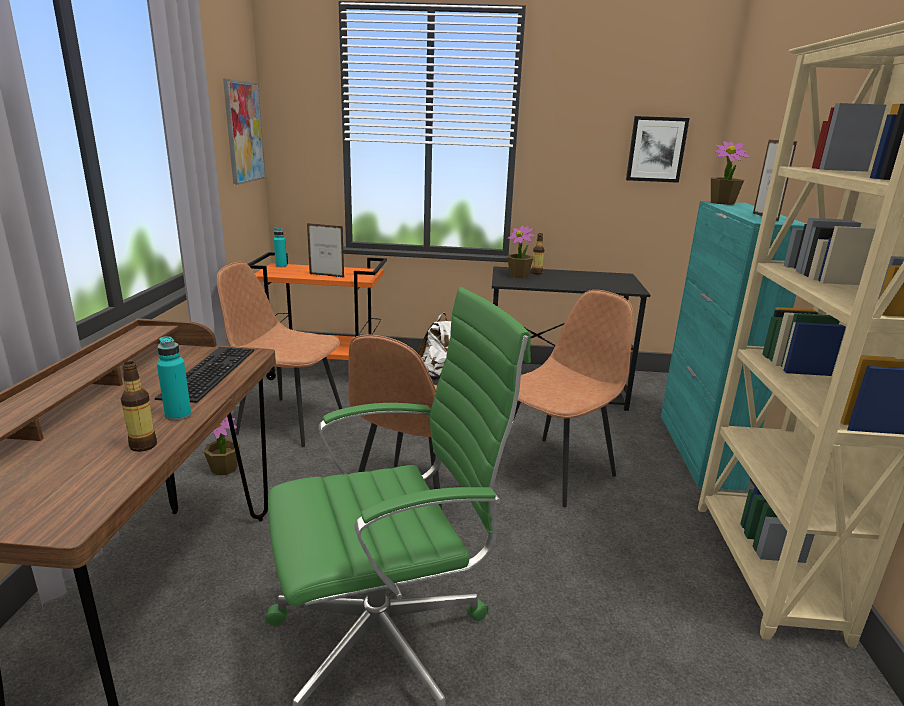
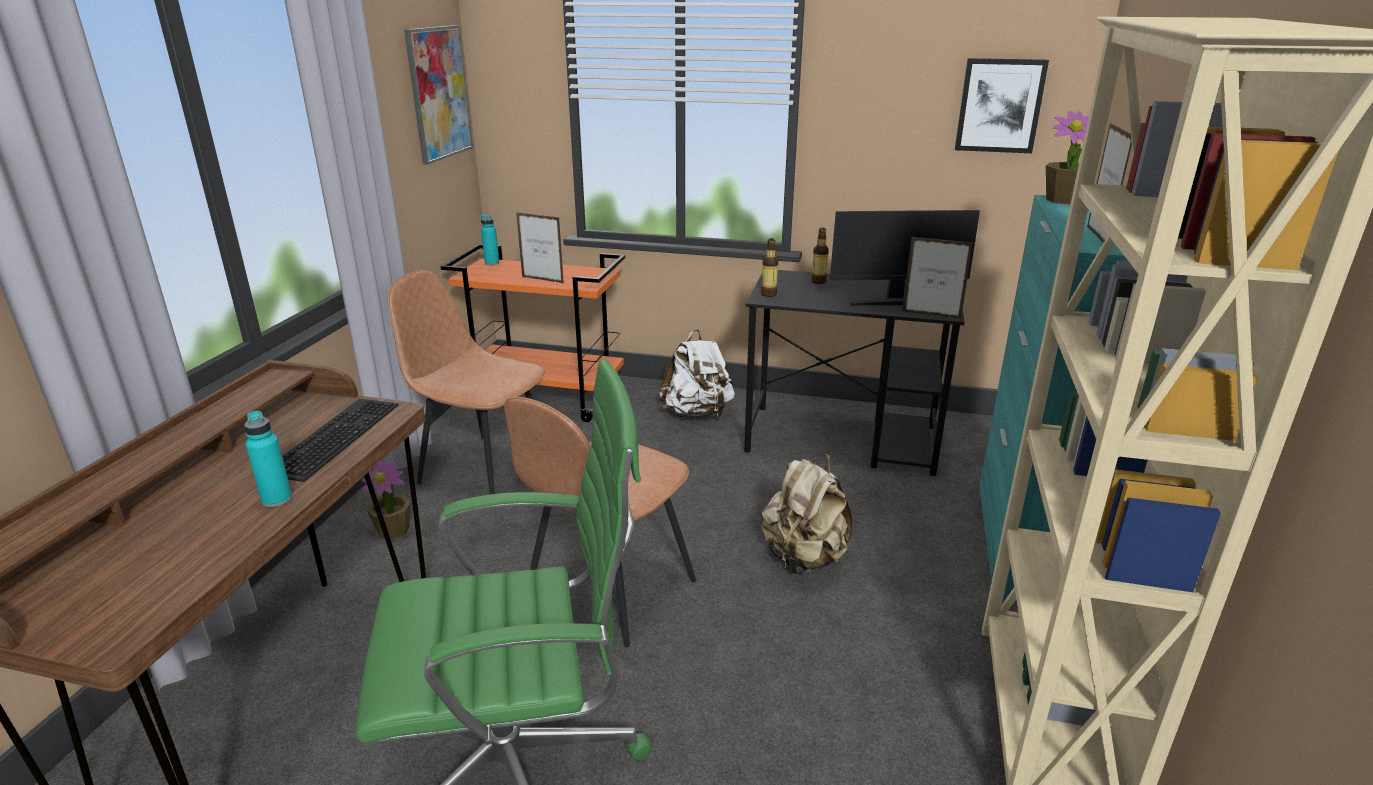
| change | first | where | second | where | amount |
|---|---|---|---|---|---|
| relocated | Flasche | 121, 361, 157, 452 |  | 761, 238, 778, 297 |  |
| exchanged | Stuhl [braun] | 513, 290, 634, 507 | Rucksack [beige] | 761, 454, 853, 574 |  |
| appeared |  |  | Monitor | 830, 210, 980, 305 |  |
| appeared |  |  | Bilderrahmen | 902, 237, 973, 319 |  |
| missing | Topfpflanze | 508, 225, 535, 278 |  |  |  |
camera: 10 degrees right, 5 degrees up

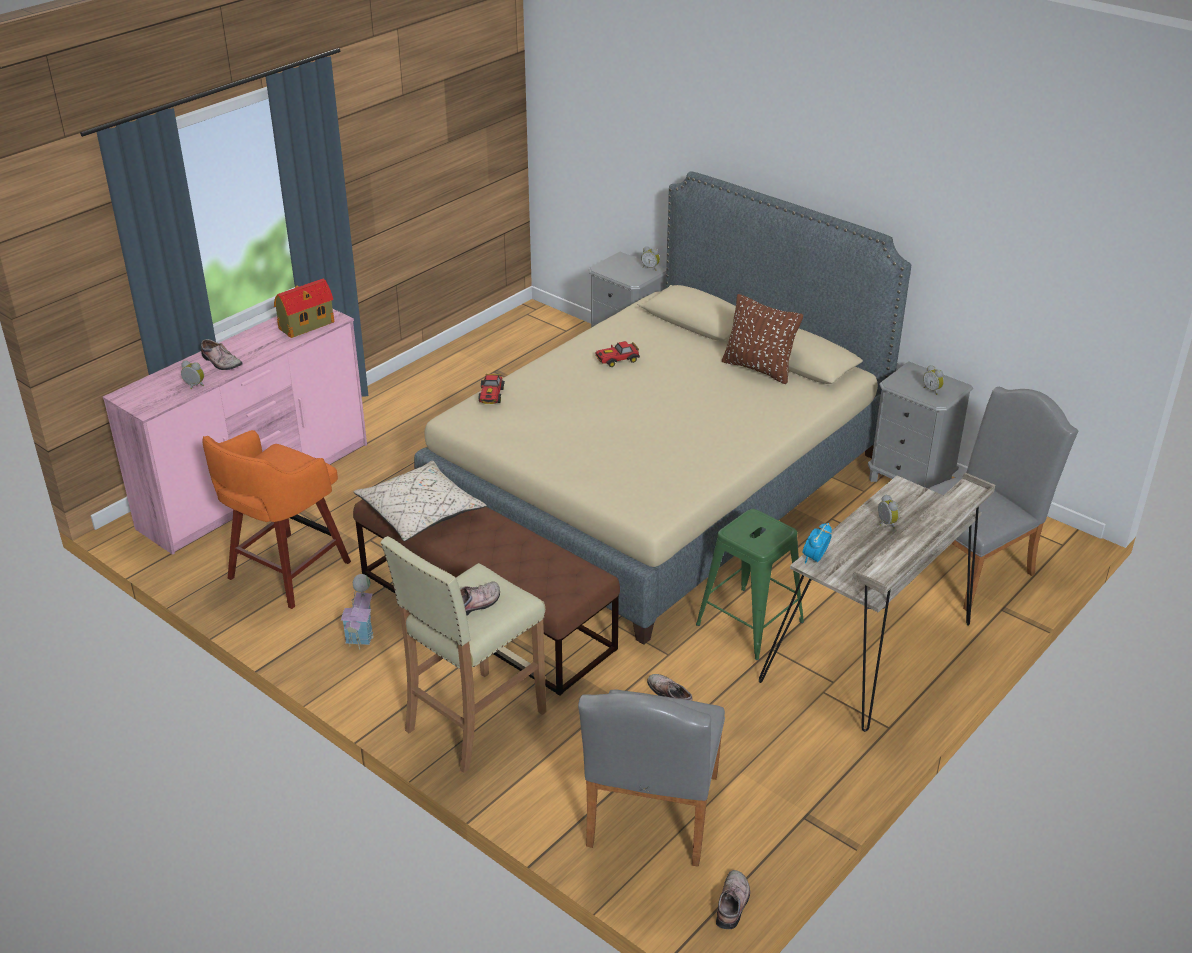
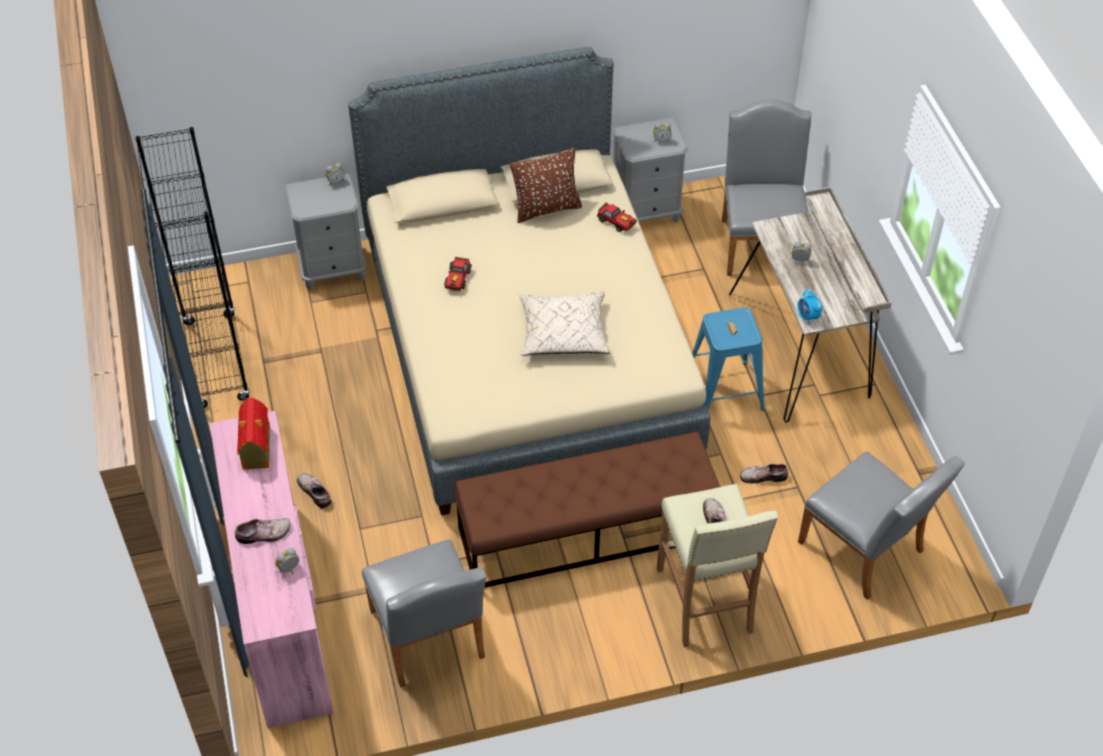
| change | first | where | second | where | amount |
|---|---|---|---|---|---|
| appeared |  |  | Bücherregal [schwarz] | 135, 127, 250, 408 |  |
| relocated | Schuh | 716, 870, 750, 929 |  | 297, 473, 332, 509 |  |
| exchanged | Hocker [orange] | 202, 430, 351, 609 | Stuhl [grau] | 362, 539, 487, 688 |  |
| relocated | Kissen [beige] | 353, 461, 486, 541 |  | 519, 291, 610, 356 |  |
| relocated | Spielzeugauto | 478, 374, 505, 404 |  | 597, 202, 637, 232 |  |
| colour | Hocker [grün] | 696, 509, 804, 660 | Hocker [blau] | 692, 308, 764, 411 |  |
| missing | Spielzeughaus | 341, 574, 374, 649 |  |  |  |
camera: 55 degrees left, 15 degrees up

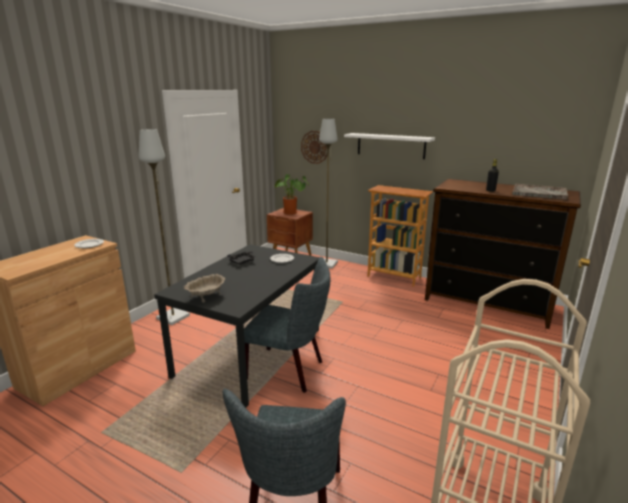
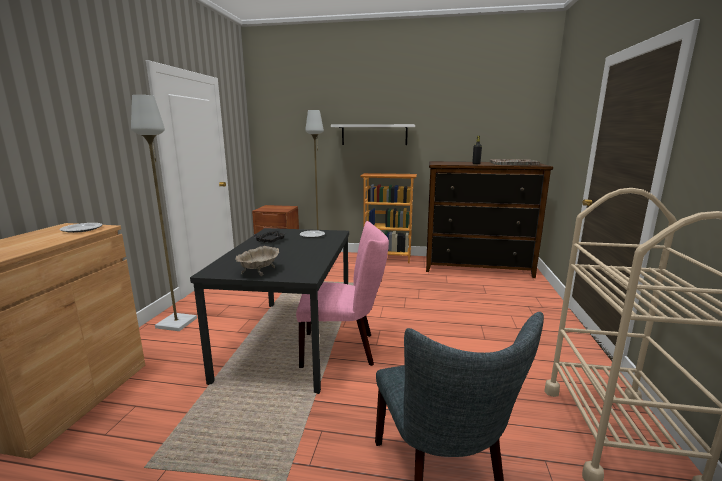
| change | first | where | second | where | amount |
|---|---|---|---|---|---|
| colour | Stuhl [grau] | 244, 257, 330, 393 | Stuhl [rosa] | 296, 221, 389, 368 |  |
| missing | Topfpflanze | 275, 174, 309, 215 |  |  |  |
| missing | Wanduhr | 301, 131, 327, 164 |  |  |  |
camera: 20 degrees left, 5 degrees down

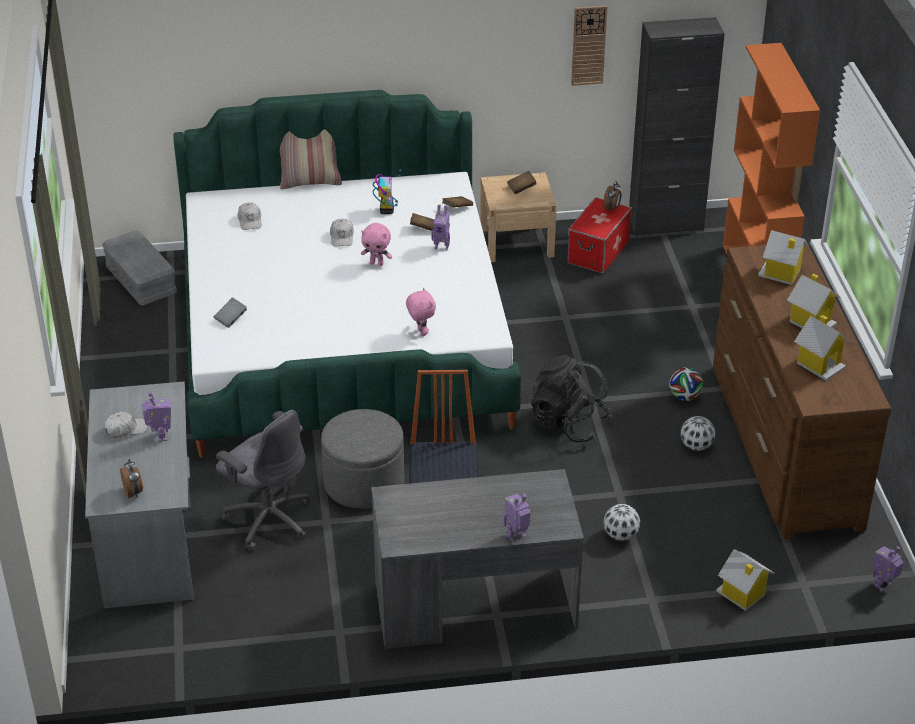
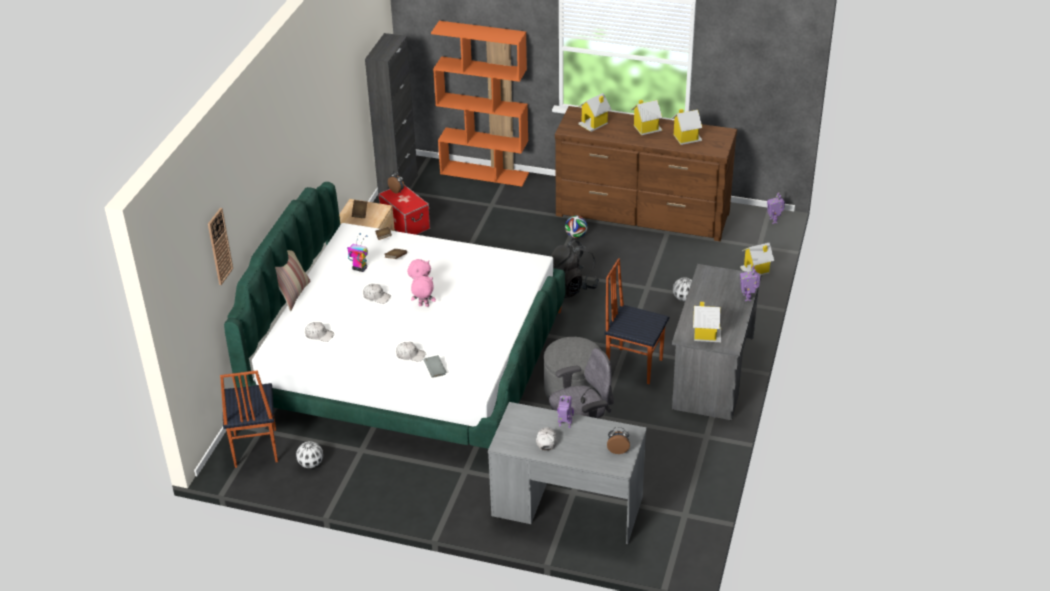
| change | first | where | second | where | amount |
|---|---|---|---|---|---|
| relocated | Wanduhr | 571, 5, 607, 86 |  | 208, 208, 233, 285 |  |
| exchanged | Aufbewahrungsbox [grau] | 102, 231, 177, 305 | Stuhl | 220, 370, 278, 468 |  |
| relocated | Fußball | 680, 416, 715, 451 |  | 296, 441, 323, 468 |  |
| appeared |  |  | Kappe [weiß] | 396, 342, 426, 362 |  |
| relocated | Plüschtier [rosa] | 406, 287, 436, 336 |  | 411, 276, 436, 307 |  |
| appeared |  |  | Spielzeughaus | 693, 302, 721, 342 |  |
| missing | Spielzeugroboter | 431, 204, 450, 251 |  |  |  |
camera: 65 degrees left, 0 degrees up

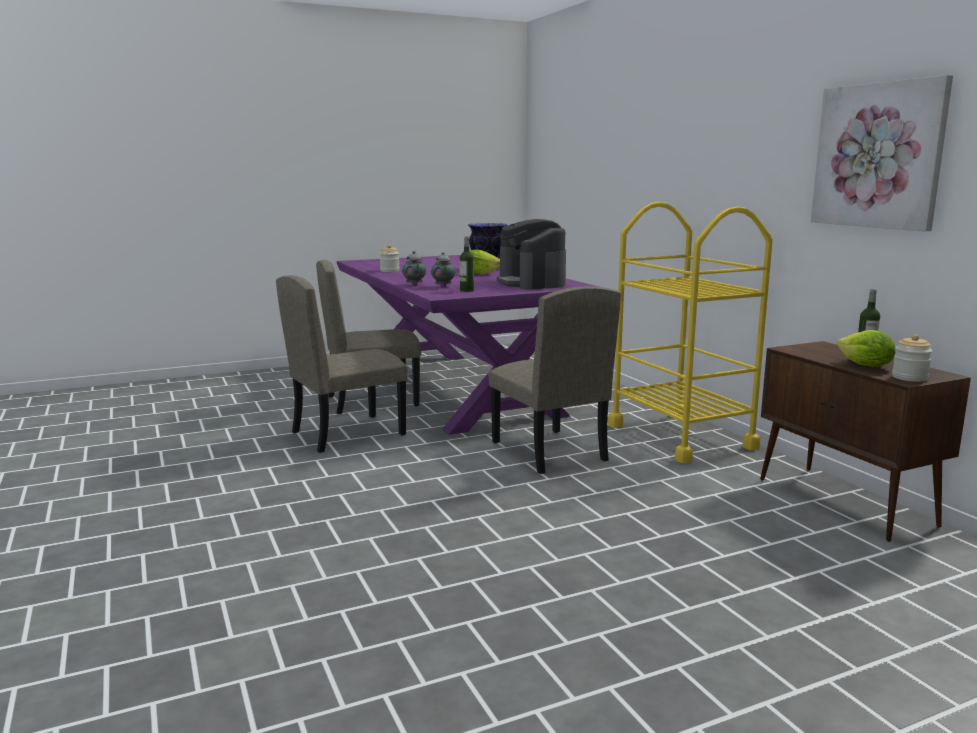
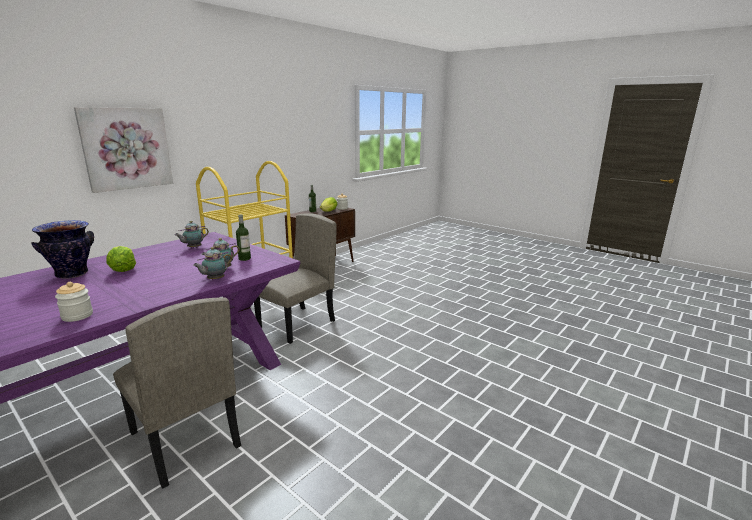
| change | first | where | second | where | amount |
|---|---|---|---|---|---|
| relocated | Bild | 811, 75, 953, 231 |  | 74, 107, 173, 193 |  |
| exchanged | Kaffeemaschine | 497, 219, 566, 289 | Teekanne | 175, 221, 209, 249 |  |
| missing | Stuhl [beige] | 276, 275, 408, 453 |  |  |  |
camera: 115 degrees left, 5 degrees up

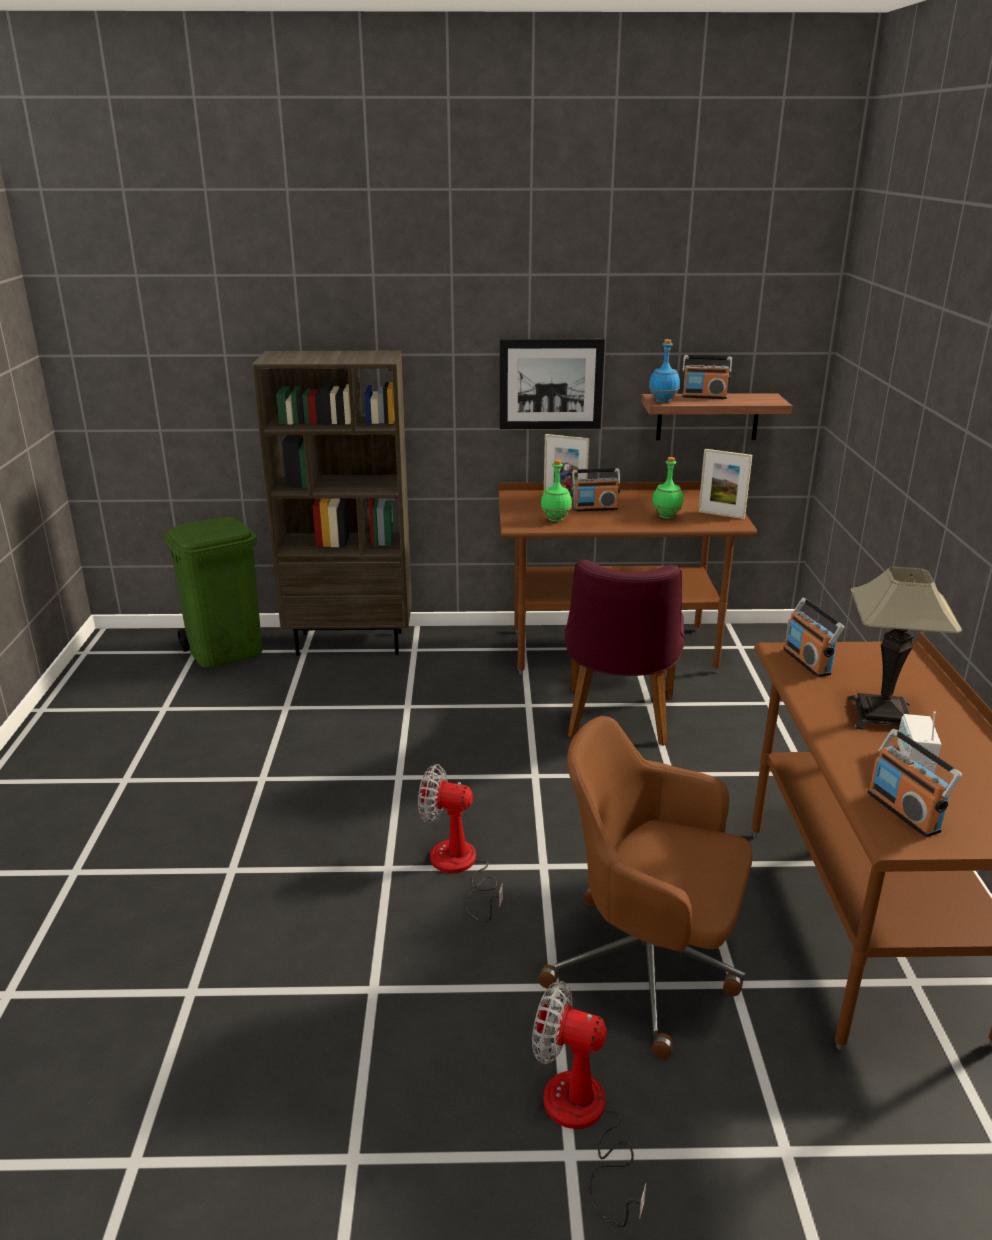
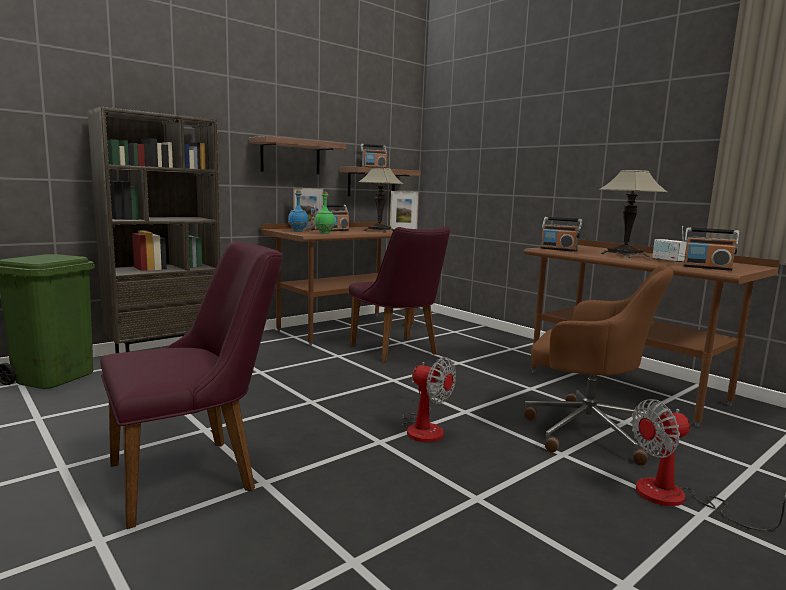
| change | first | where | second | where | amount |
|---|---|---|---|---|---|
| appeared |  |  | Stuhl [lila] | 100, 241, 283, 529 |  |
| exchanged | Bild | 500, 339, 605, 429 | Wandregal | 249, 136, 346, 174 |  |
| relocated | Flasche [blau] | 649, 339, 680, 403 |  | 288, 191, 308, 232 |  |
| exchanged | Flasche [grün] | 652, 457, 683, 519 | Tischlampe | 359, 167, 403, 233 |  |
| spun | Ventilator | 418, 764, 503, 922 |  | 402, 357, 456, 442 | 120 degrees counterclockwise |
| spun | Bürostuhl [braun] | 538, 716, 752, 1060 |  | 524, 266, 674, 466 | 135 degrees counterclockwise |
camera: 40 degrees left, 15 degrees down

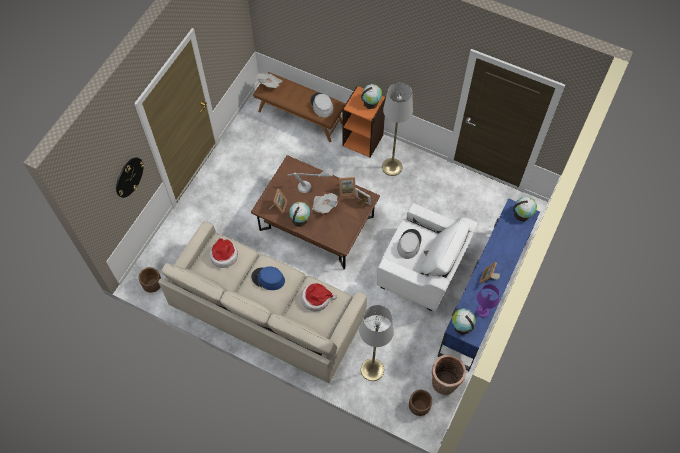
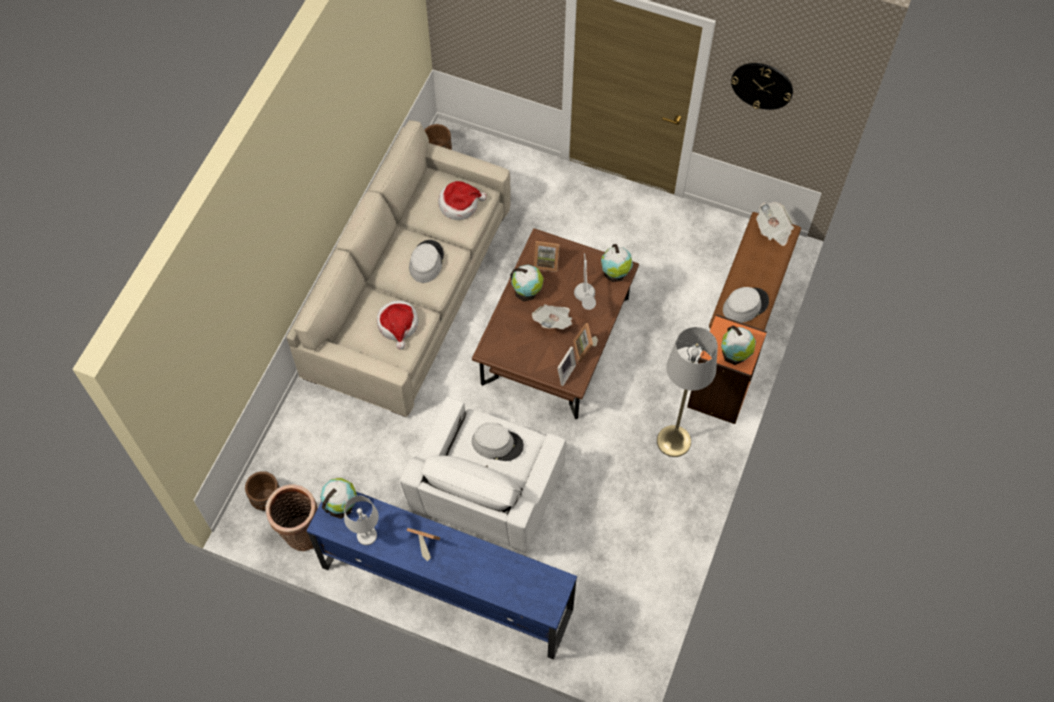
| change | first | where | second | where | amount |
|---|---|---|---|---|---|
| colour | Tischlampe [lila] | 476, 284, 499, 317 | Tischlampe [weiß] | 344, 496, 379, 545 |  |
| colour | Hut [blau] | 252, 266, 285, 290 | Hut [grau] | 409, 240, 444, 283 |  |
| relocated | Globus | 513, 196, 537, 222 |  | 601, 244, 633, 282 |  |
| relocated | Wanduhr | 116, 157, 144, 198 |  | 731, 63, 793, 110 |  |
| missing | Stehlampe [grau] | 359, 305, 394, 381 |  |  |  |
camera: 85 degrees right, 0 degrees up

